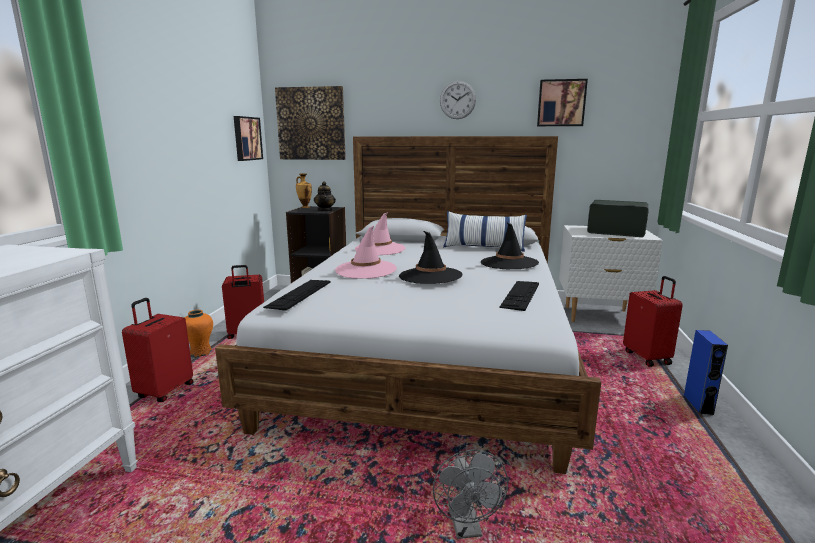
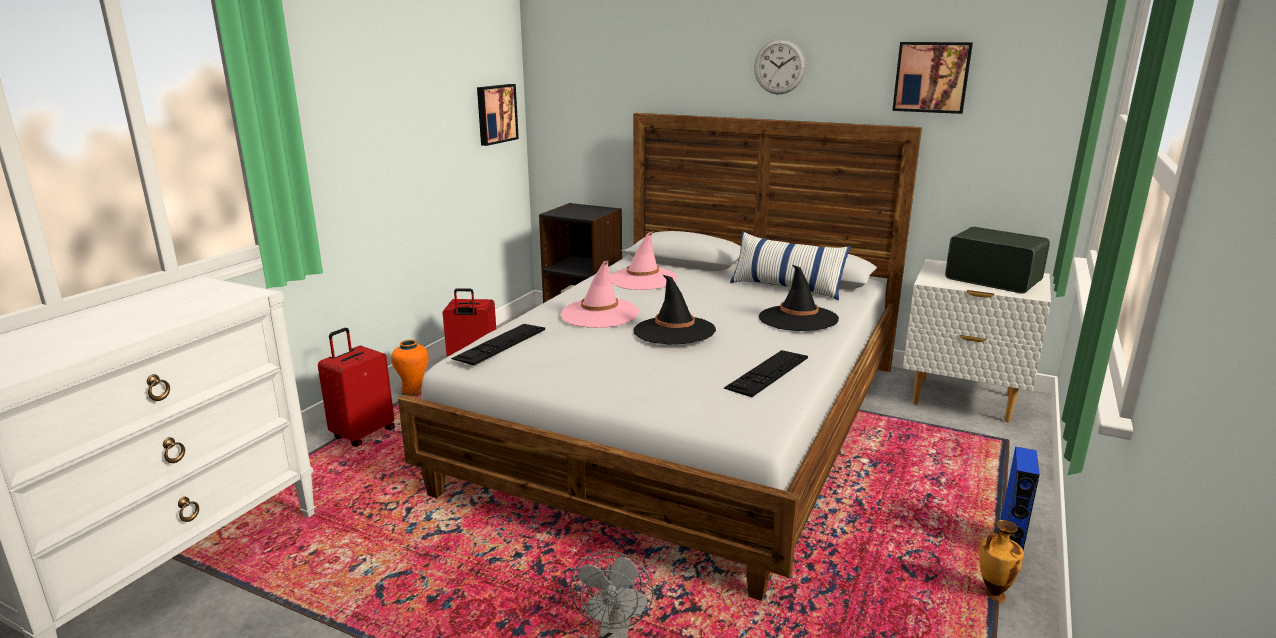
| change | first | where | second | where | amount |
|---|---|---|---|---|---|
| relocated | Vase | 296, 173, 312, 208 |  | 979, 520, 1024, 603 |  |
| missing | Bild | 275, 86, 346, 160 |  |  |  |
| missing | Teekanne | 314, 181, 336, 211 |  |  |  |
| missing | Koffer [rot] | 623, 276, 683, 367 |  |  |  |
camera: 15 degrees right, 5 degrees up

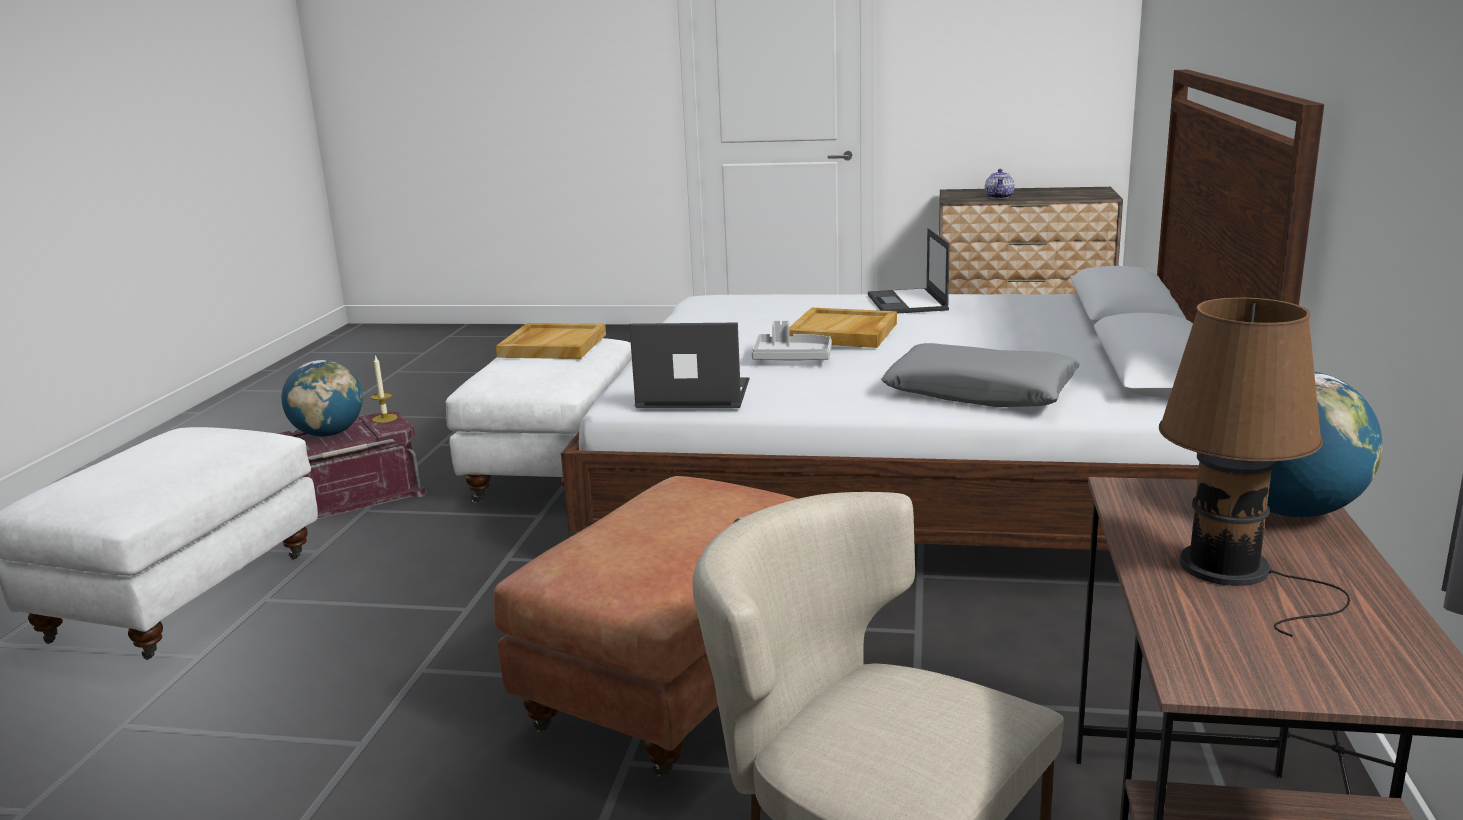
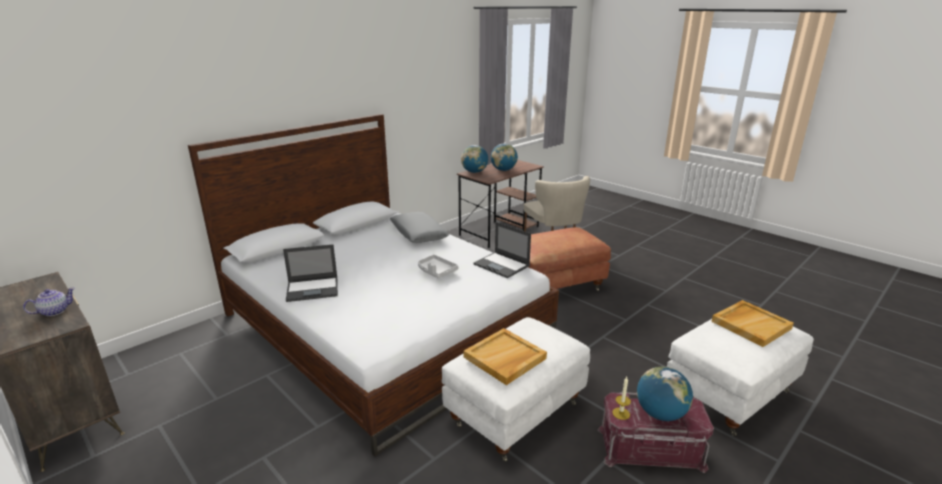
| change | first | where | second | where | amount |
|---|---|---|---|---|---|
| spun | Laptop | 868, 228, 950, 313 |  | 283, 244, 338, 302 | 45 degrees clockwise |
| exchanged | Tischlampe [braun] | 1159, 298, 1350, 637 | Globus | 491, 144, 518, 171 |  |
| relocated | Tablett [beige] | 789, 308, 897, 348 |  | 711, 300, 794, 347 |  |
camera: 145 degrees left, 5 degrees up

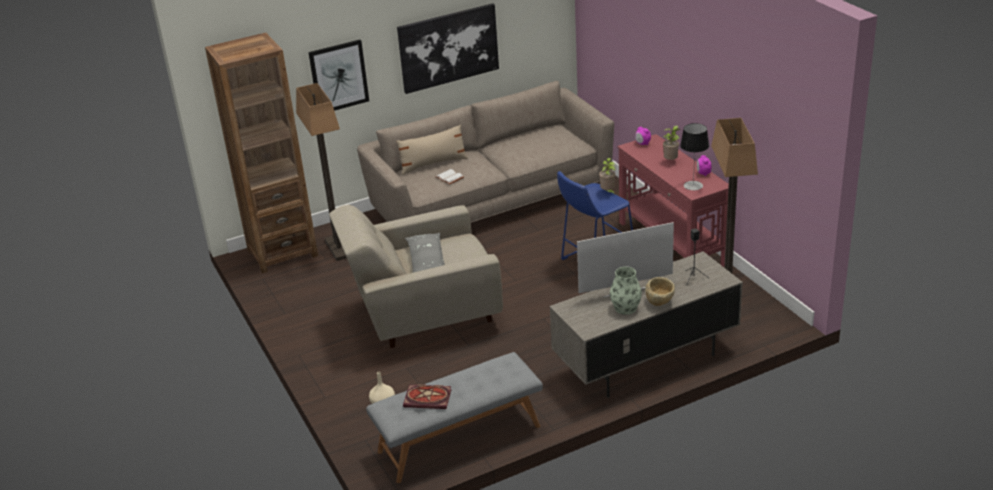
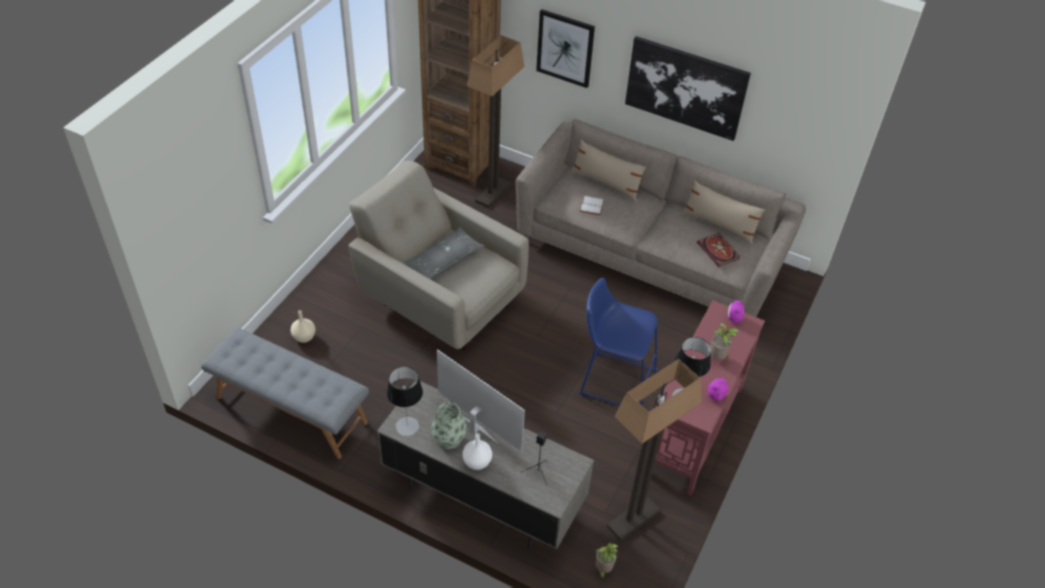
| change | first | where | second | where | amount |
|---|---|---|---|---|---|
| appeared |  |  | Tischlampe | 387, 367, 423, 436 |  |
| exchanged | Schüssel [beige] | 645, 277, 675, 306 | Vase [weiß] | 462, 433, 492, 470 |  |
| relocated | Topfpflanze | 599, 158, 616, 195 |  | 596, 542, 618, 580 |  |
| appeared |  |  | Kissen [beige] | 682, 180, 765, 245 |  |
| relocated | Buch | 403, 384, 452, 409 |  | 697, 233, 740, 267 |  |
camera: 50 degrees right, 15 degrees up

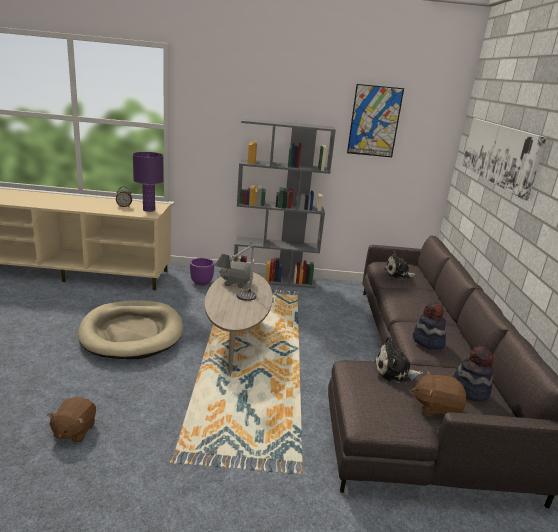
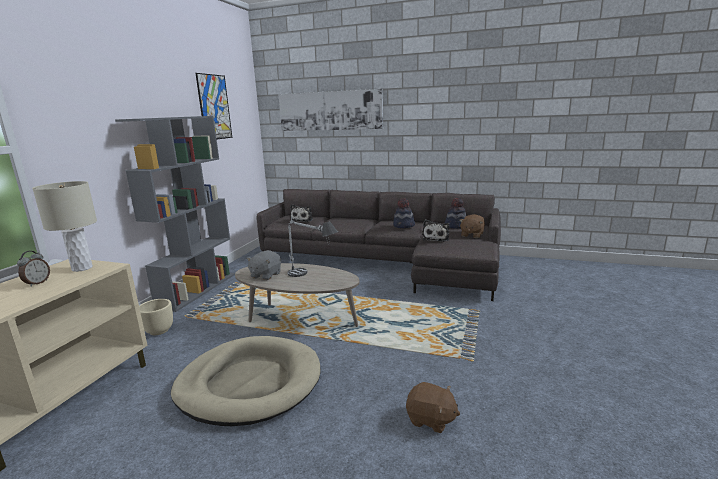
| change | first | where | second | where | amount |
|---|---|---|---|---|---|
| colour | Tischlampe [lila] | 133, 152, 164, 212 | Tischlampe [beige] | 32, 181, 97, 272 |  |
| colour | Pflanzkübel [lila] | 190, 258, 215, 285 | Pflanzkübel [beige] | 139, 299, 173, 335 |  |
camera: 70 degrees left, 5 degrees down

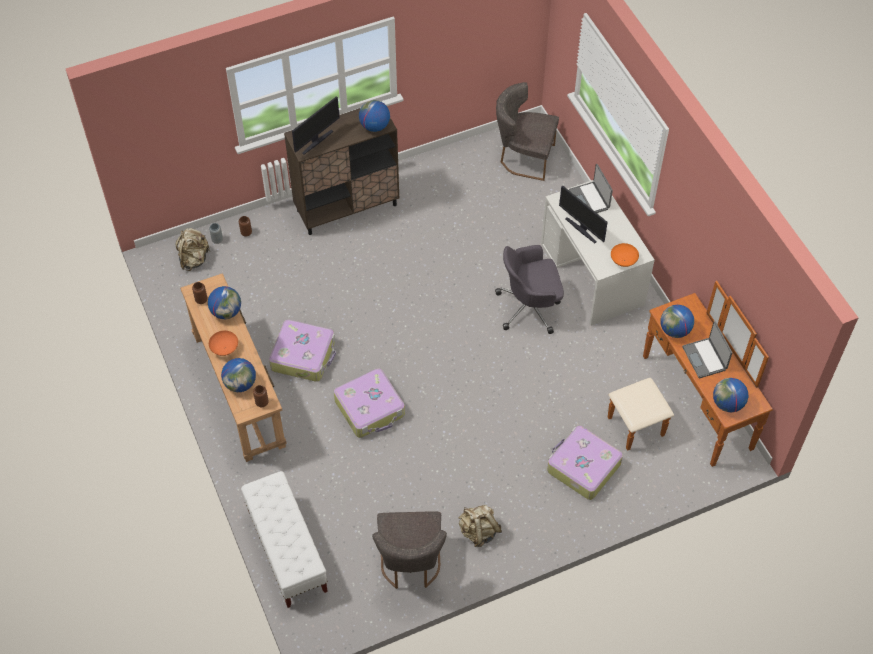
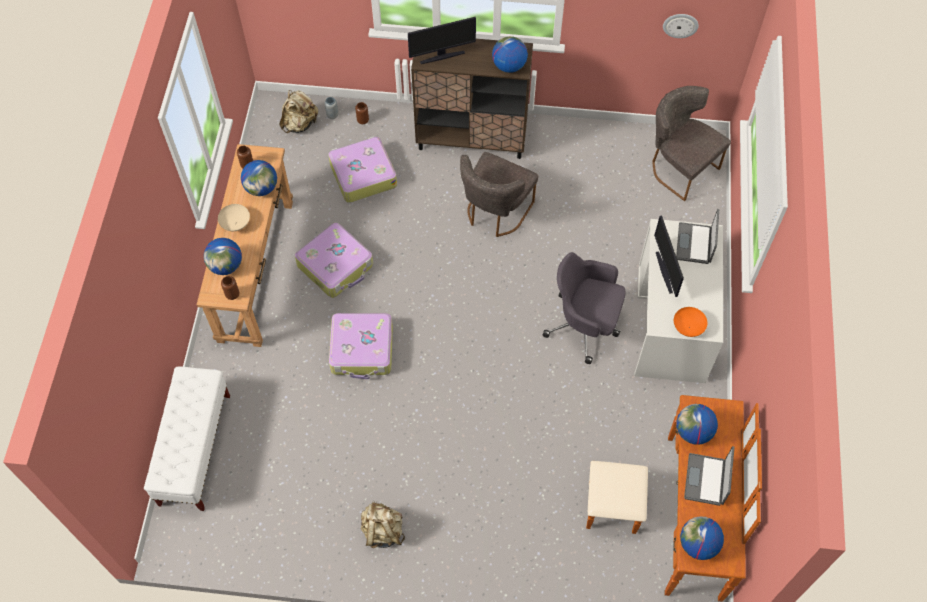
| change | first | where | second | where | amount |
|---|---|---|---|---|---|
| colour | Schüssel [orange] | 209, 331, 238, 356 | Schüssel [beige] | 218, 204, 250, 231 |  |
| relocated | Koffer | 547, 426, 623, 500 |  | 328, 136, 397, 203 |  |
| relocated | Stuhl [grau] | 372, 511, 447, 589 |  | 460, 152, 538, 237 |  |
| appeared |  |  | Wanduhr | 663, 14, 699, 38 |  |
camera: 30 degrees right, 5 degrees up

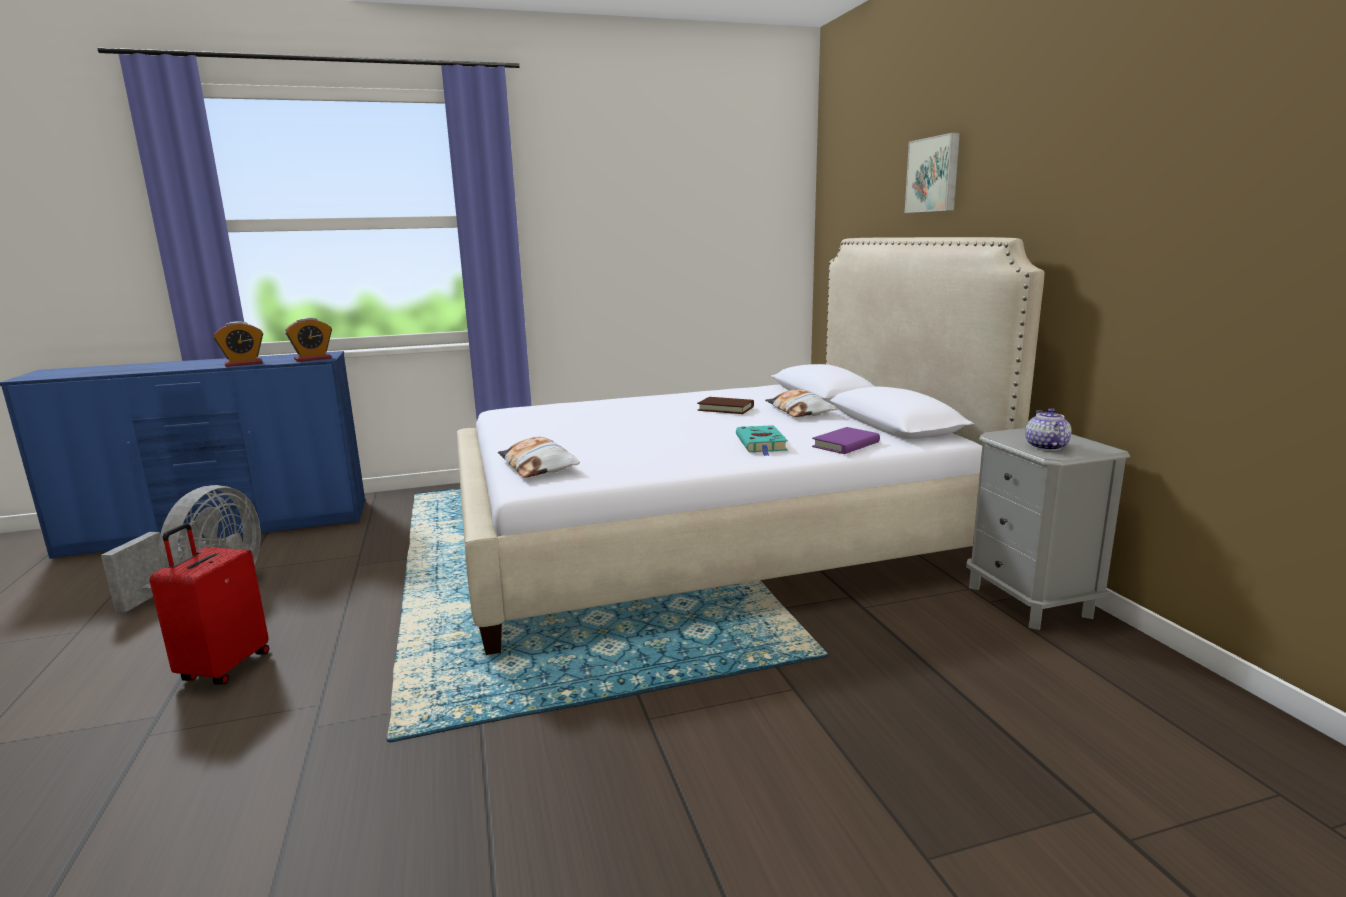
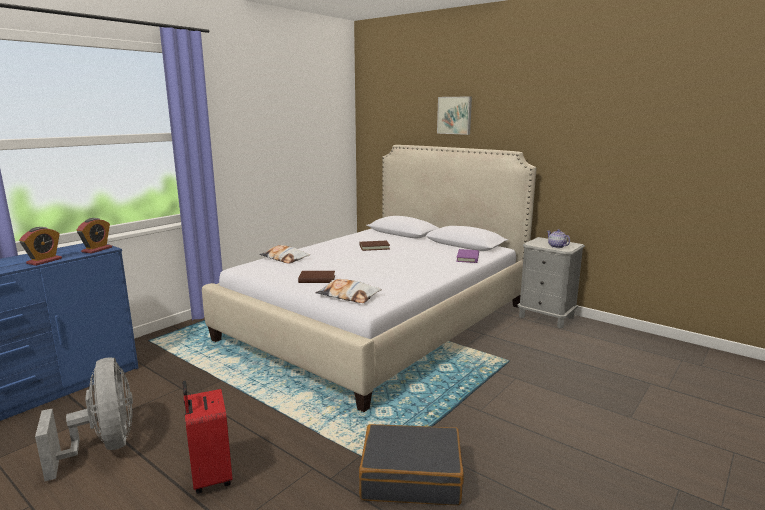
| change | first | where | second | where | amount |
|---|---|---|---|---|---|
| relocated | Kissen | 765, 389, 837, 417 |  | 260, 245, 310, 264 |  |
| appeared |  |  | Buch [braun] | 298, 271, 335, 283 |  |
| appeared |  |  | Koffer [schwarz] | 359, 424, 464, 505 |  |
| missing | Buch [türkis] | 736, 425, 788, 456 |  |  |  |
camera: 35 degrees left, 0 degrees up

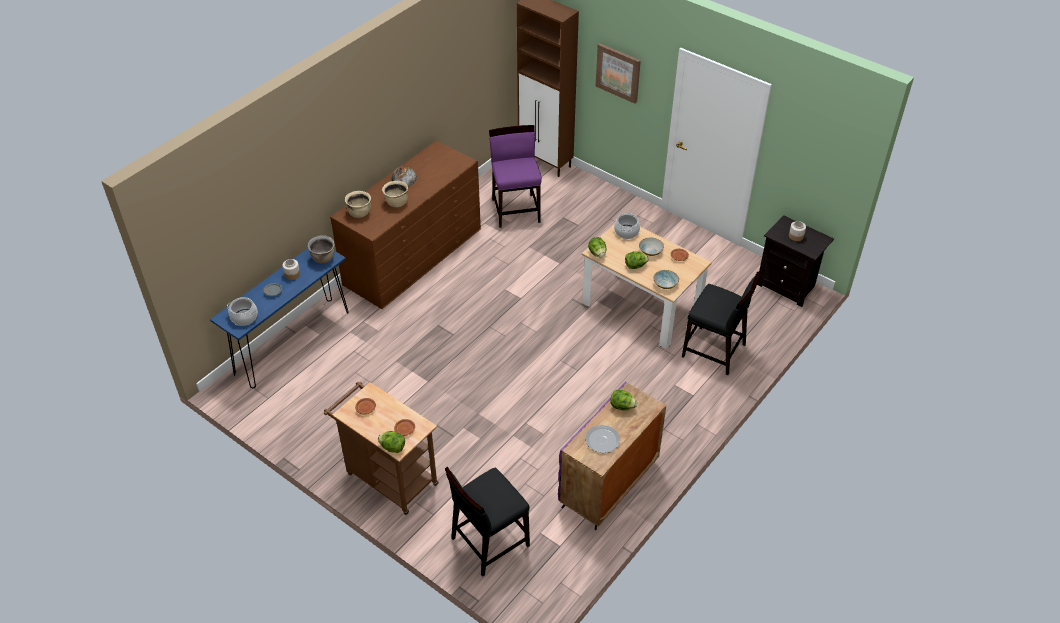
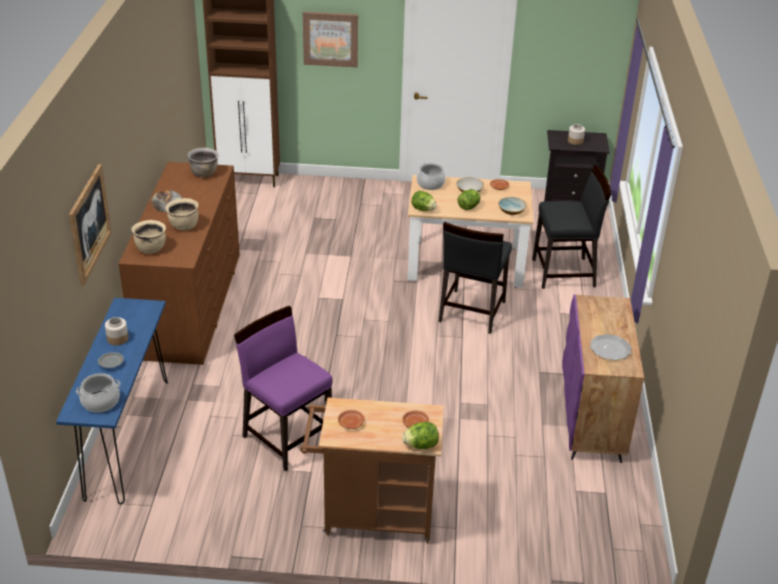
| change | first | where | second | where | amount |
|---|---|---|---|---|---|
| appeared |  |  | Bild | 69, 164, 112, 286 |  |
| relocated | Kochtopf [braun] | 308, 235, 335, 263 |  | 188, 148, 218, 177 |  |
| relocated | Stuhl [lila] | 489, 125, 542, 228 |  | 234, 306, 333, 471 |  |
| relocated | Stuhl [schwarz] | 445, 467, 530, 577 |  | 439, 222, 512, 334 |  |
| missing | Salatkopf | 610, 390, 637, 411 |  |  |  |
camera: 35 degrees left, 10 degrees down

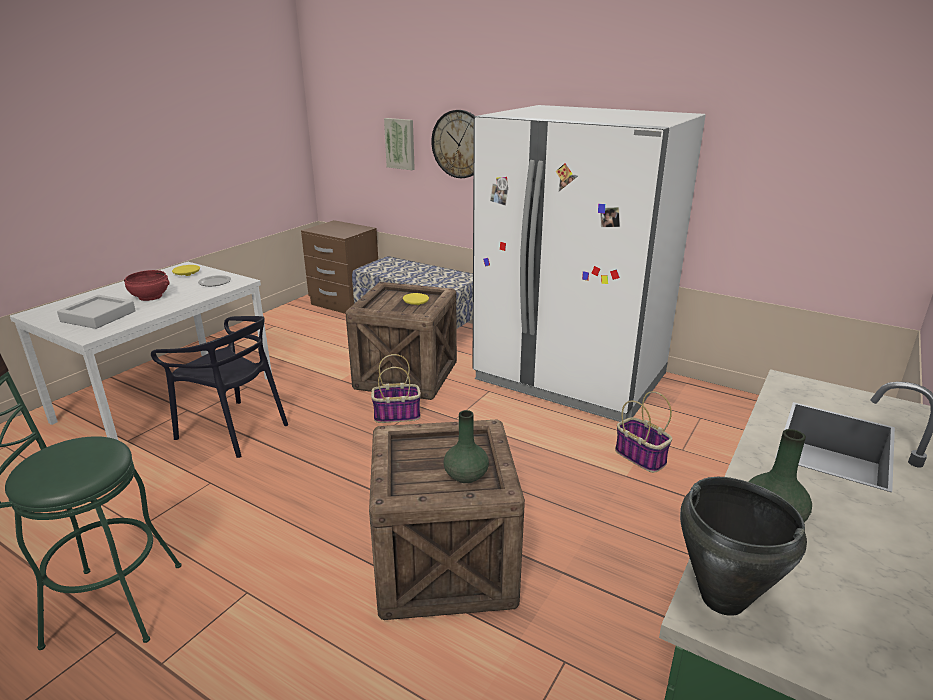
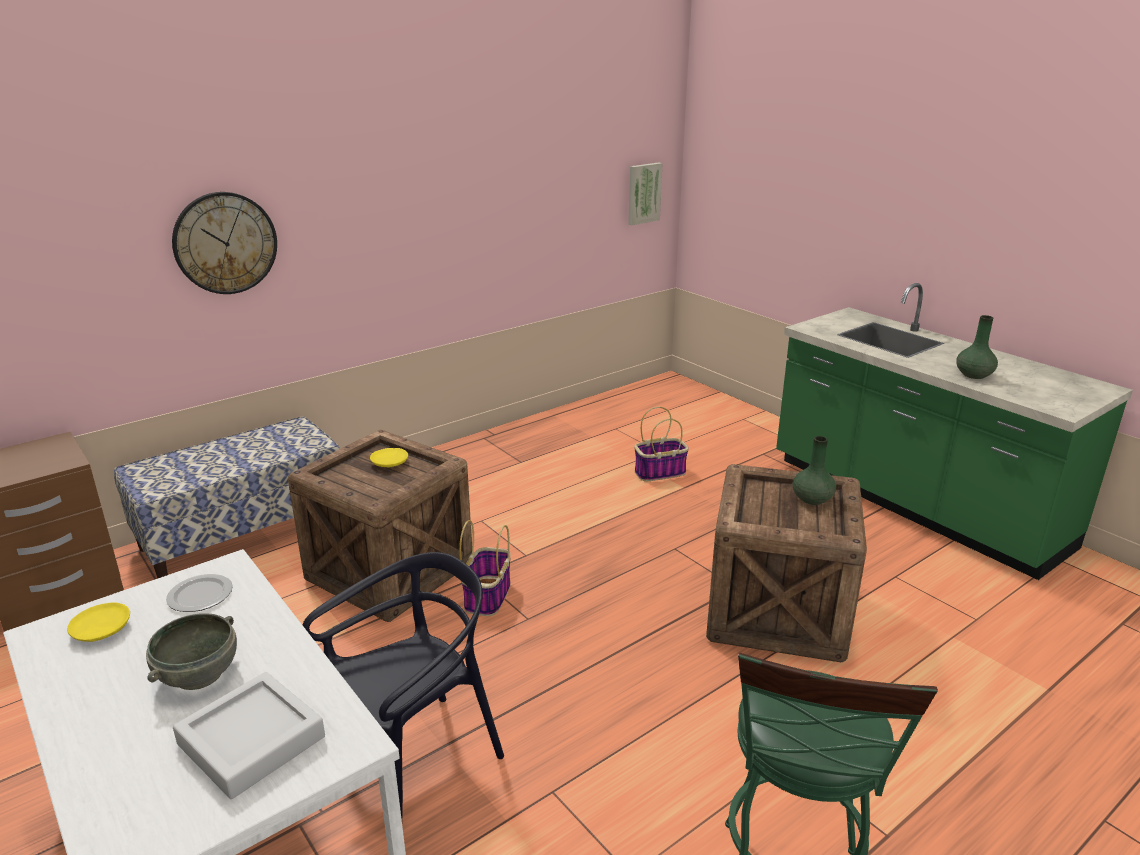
| change | first | where | second | where | amount |
|---|---|---|---|---|---|
| colour | Schüssel [rot] | 124, 270, 170, 301 | Schüssel [grau] | 146, 613, 237, 690 |  |
| relocated | Bild | 384, 118, 415, 170 |  | 628, 162, 663, 225 |  |
| missing | Kühlschrank [weiß] | 473, 105, 706, 422 |  |  |  |
| missing | Kochtopf [schwarz] | 680, 477, 807, 616 |  |  |  |
camera: 70 degrees left, 0 degrees up

